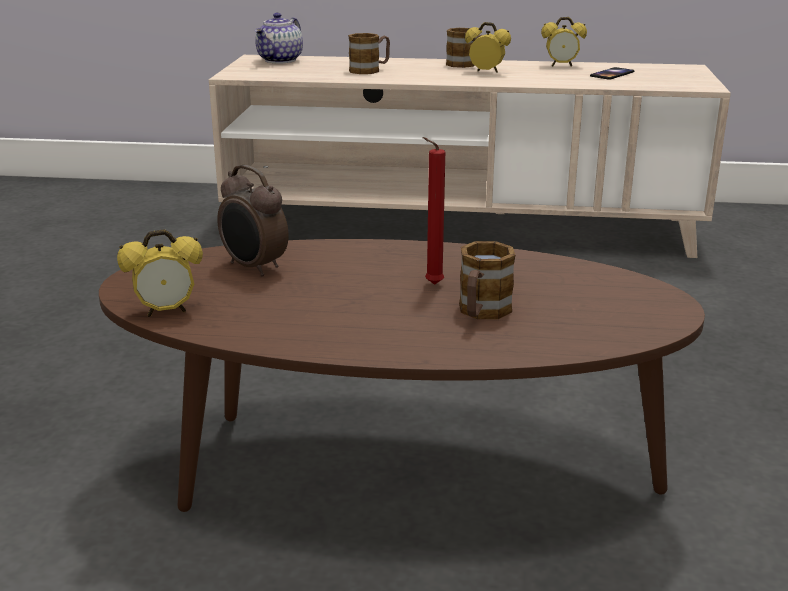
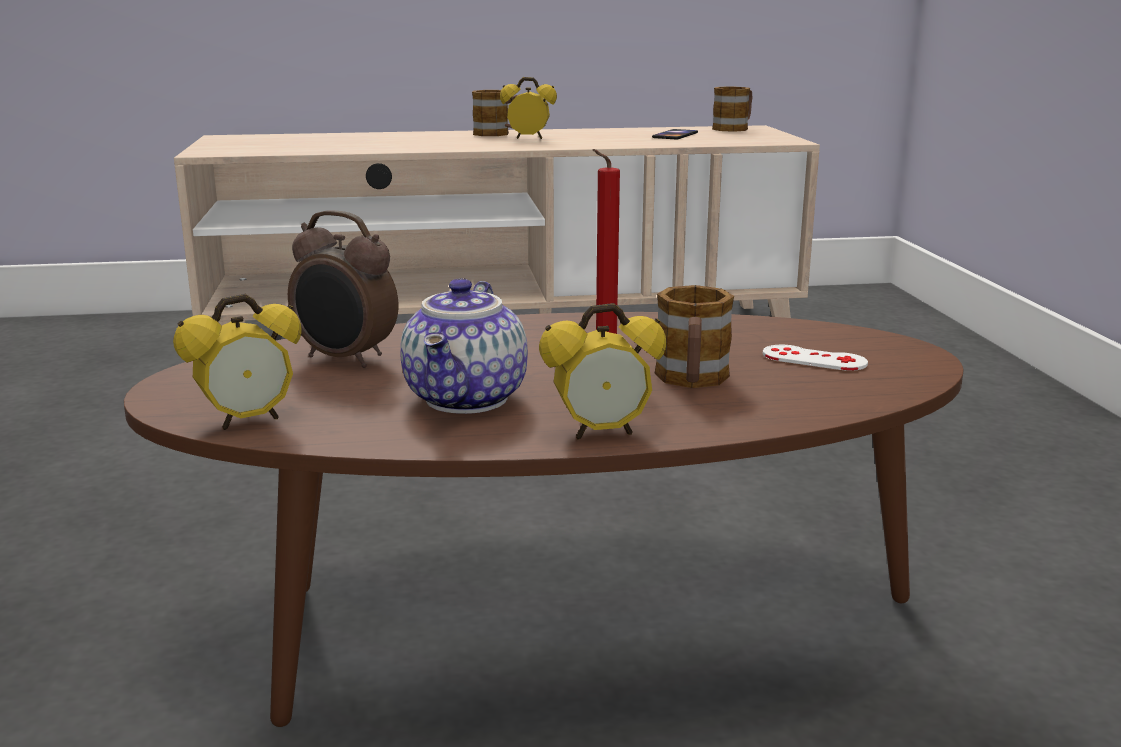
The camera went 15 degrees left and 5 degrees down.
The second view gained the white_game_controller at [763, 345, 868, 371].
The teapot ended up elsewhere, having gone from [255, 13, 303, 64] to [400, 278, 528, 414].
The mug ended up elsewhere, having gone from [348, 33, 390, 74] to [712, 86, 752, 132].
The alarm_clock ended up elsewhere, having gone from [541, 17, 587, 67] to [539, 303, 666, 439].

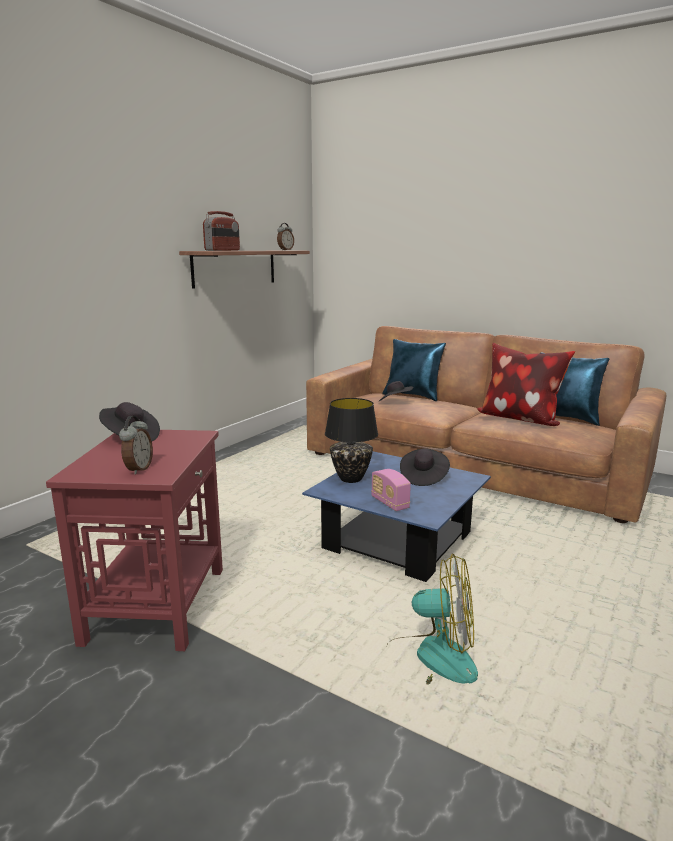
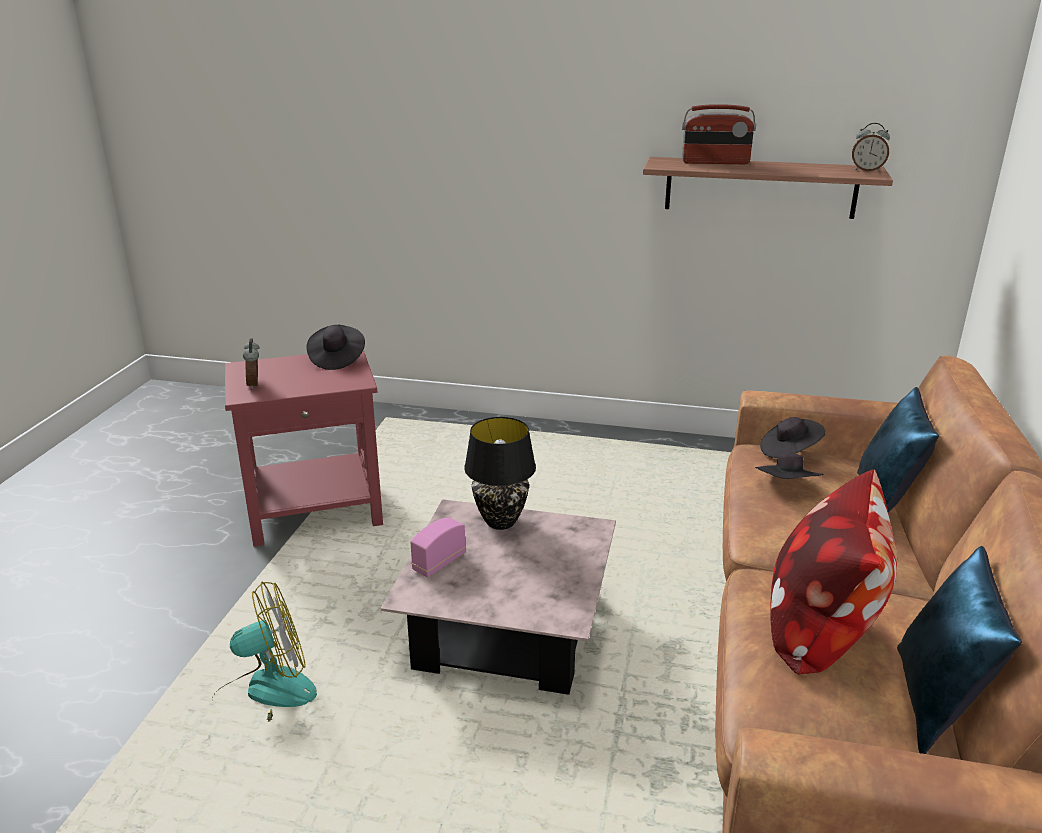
The camera went 70 degrees right and 10 degrees up.
The black_hat ended up elsewhere, having gone from [400, 449, 450, 486] to [760, 417, 825, 458].
What was the blue_coffee_table at [302, 451, 491, 582] turned into the pink_coffee_table at [381, 499, 616, 695].
The alarm_clock at [119, 416, 153, 475] ended up facing another way, 90 degrees clockwise from before.
The fan at [386, 554, 478, 685] ended up facing another way, 105 degrees counterclockwise from before.

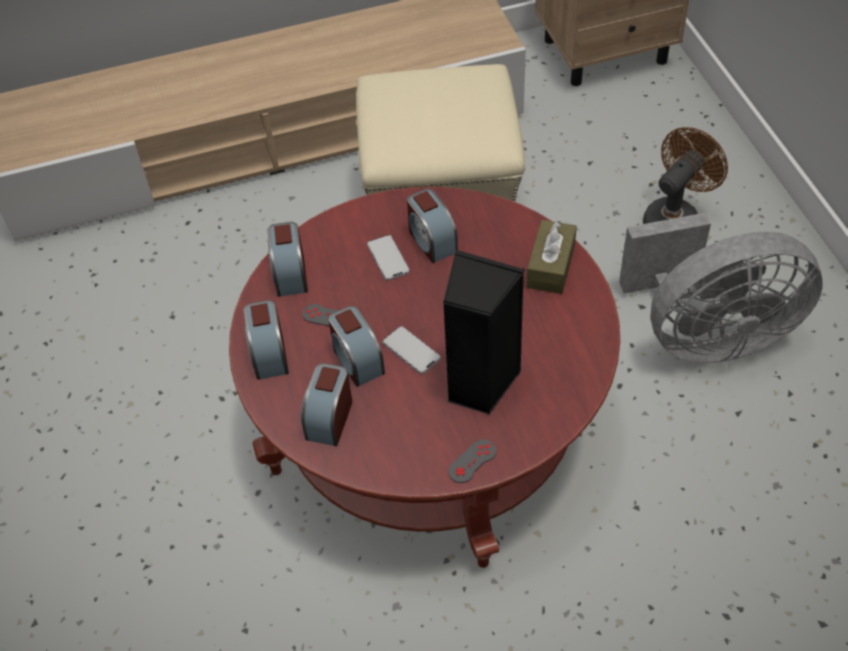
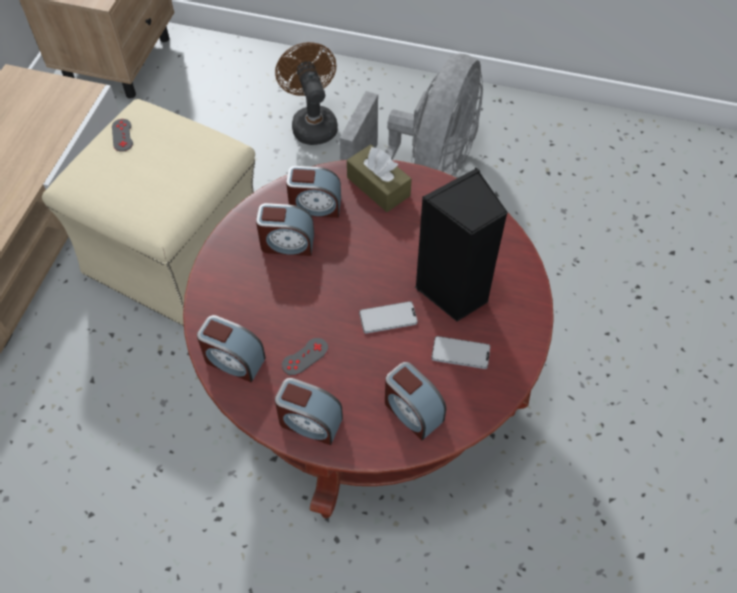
The camera went 60 degrees left and 5 degrees up.
The alarm_clock ended up elsewhere, having gone from [328, 306, 385, 387] to [286, 166, 341, 218].
The phone ended up elsewhere, having gone from [367, 235, 410, 281] to [431, 336, 490, 369].
The grey_game_controller ended up elsewhere, having gone from [448, 439, 496, 483] to [112, 119, 133, 152].

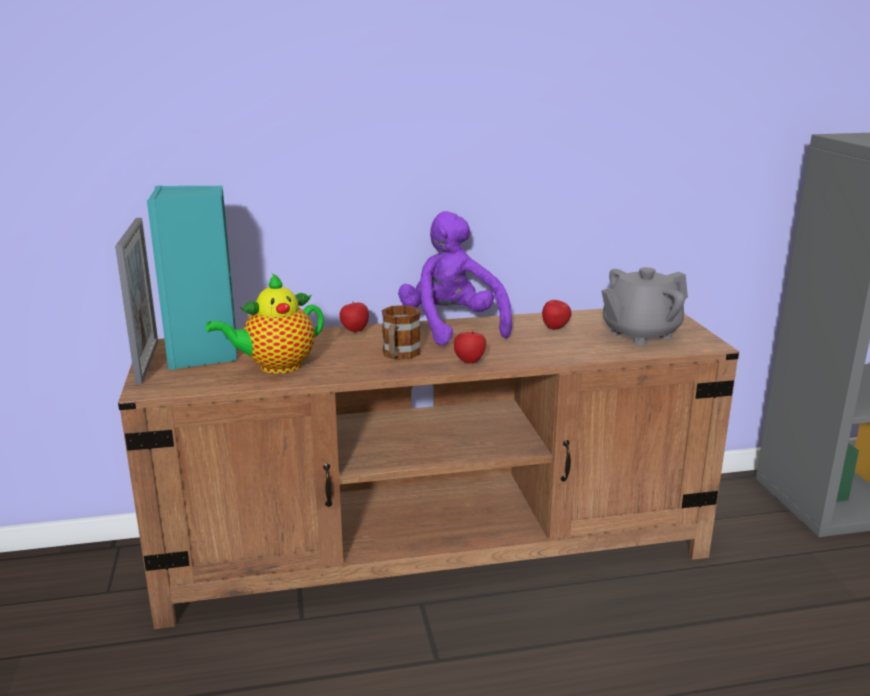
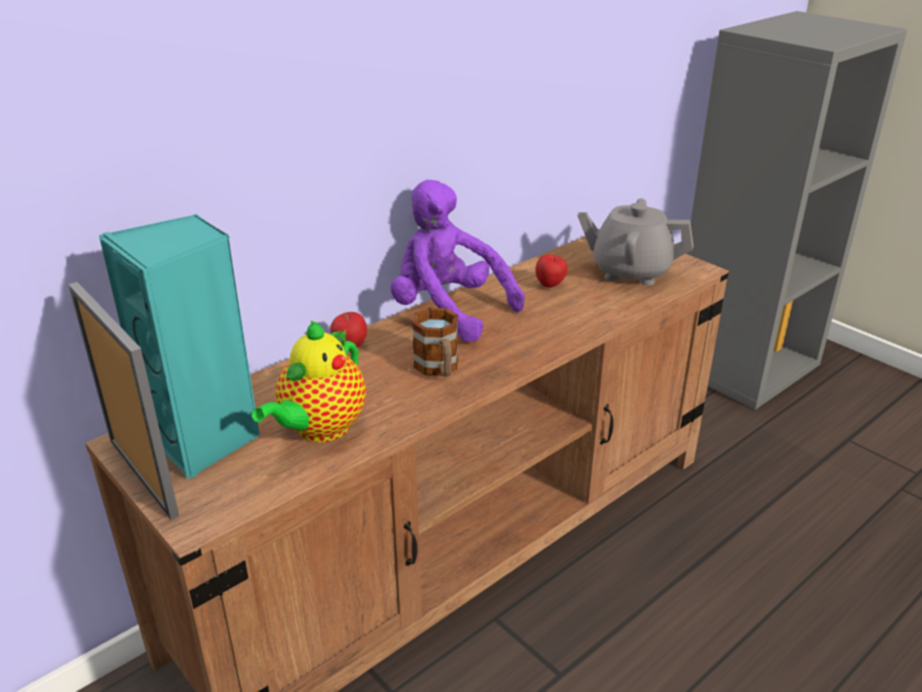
The camera went 30 degrees left and 10 degrees up.
The second view lost the apple at [454, 330, 486, 364].
The grey_teapot at [602, 267, 688, 345] ended up facing another way, 75 degrees clockwise from before.

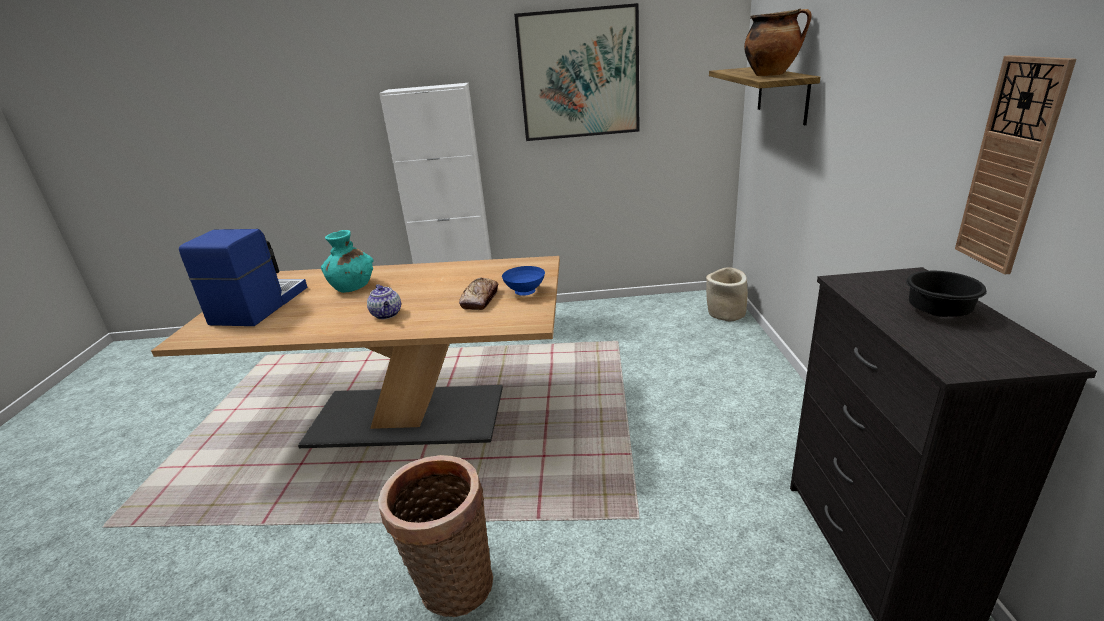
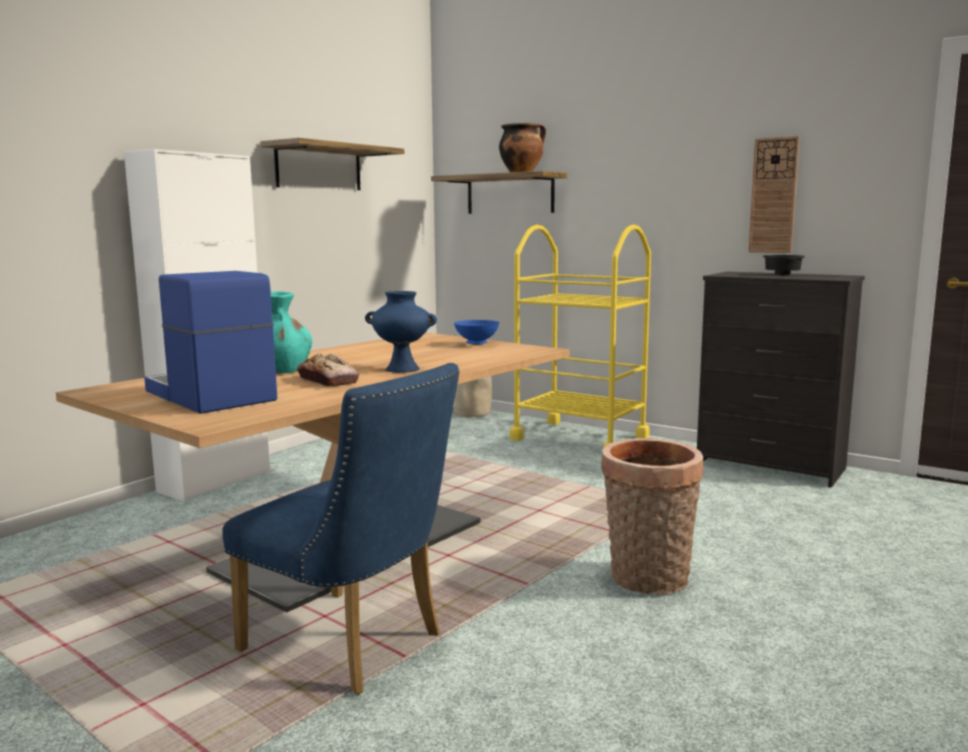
The camera went 55 degrees left and 15 degrees down.
The second view gained the blue_chair at [222, 363, 460, 695].
The second view gained the yellow_cart at [510, 224, 651, 448].
The bread ended up elsewhere, having gone from [459, 278, 498, 310] to [297, 353, 359, 387].
Where the teapot stood at [367, 284, 401, 319], the blue_vase came to stand at [365, 291, 437, 373].
Where the picture hung at [514, 3, 639, 141], the shelf came to hang at [261, 138, 404, 190].

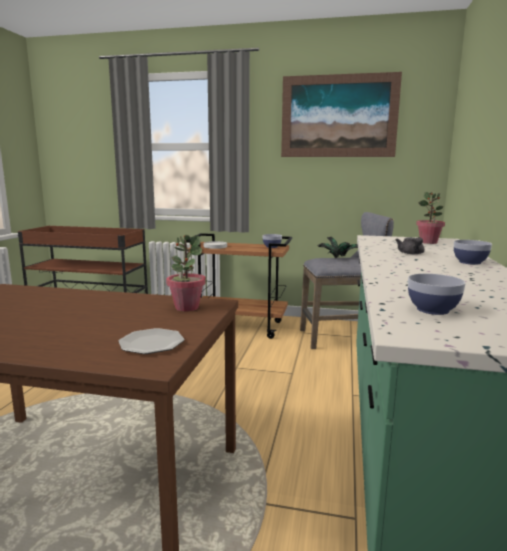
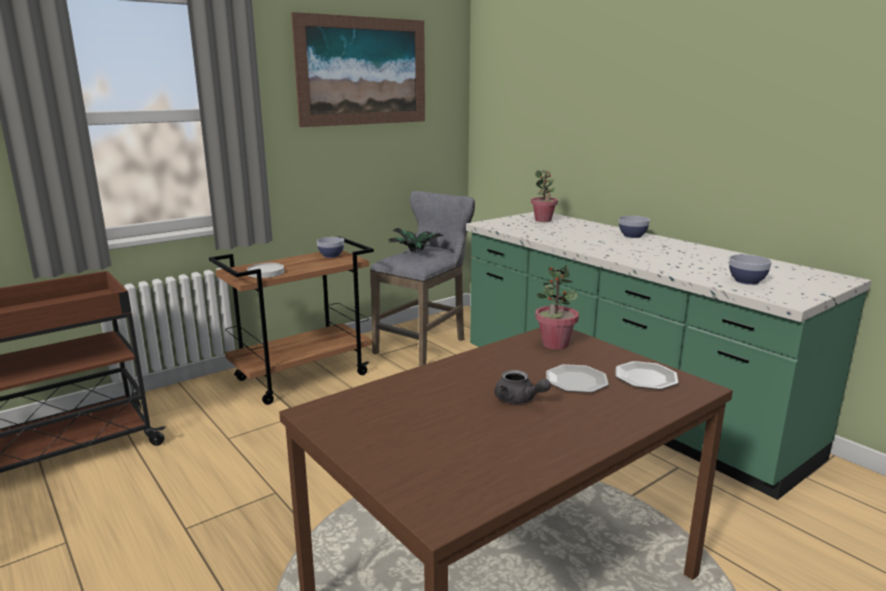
The camera went 50 degrees left and 5 degrees up.
The second view gained the plate at [546, 364, 609, 393].
The grey_teapot ended up elsewhere, having gone from [396, 237, 424, 254] to [495, 370, 551, 404].

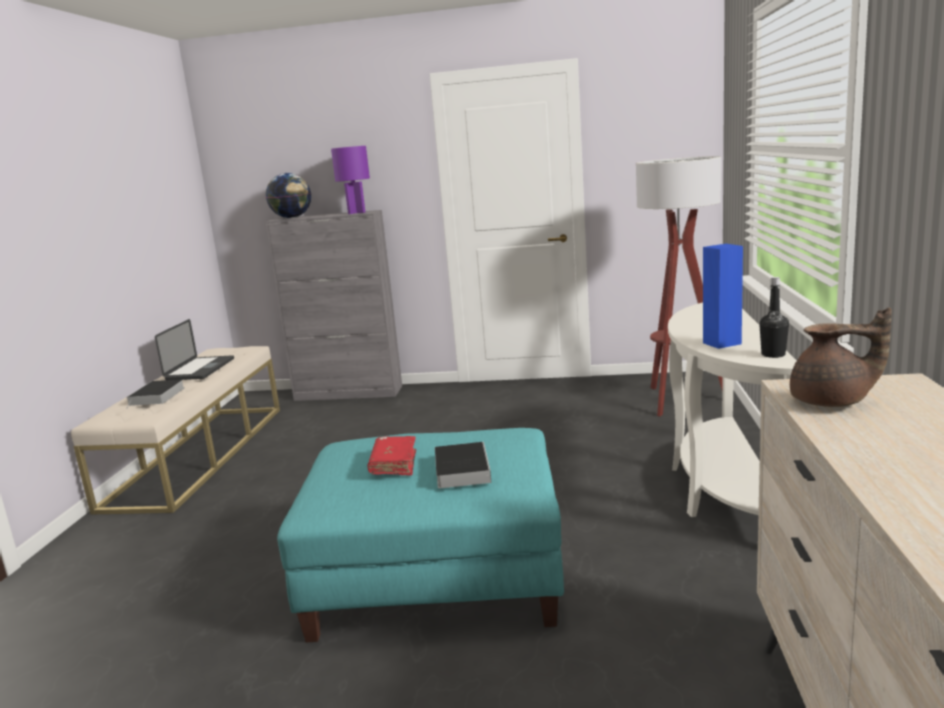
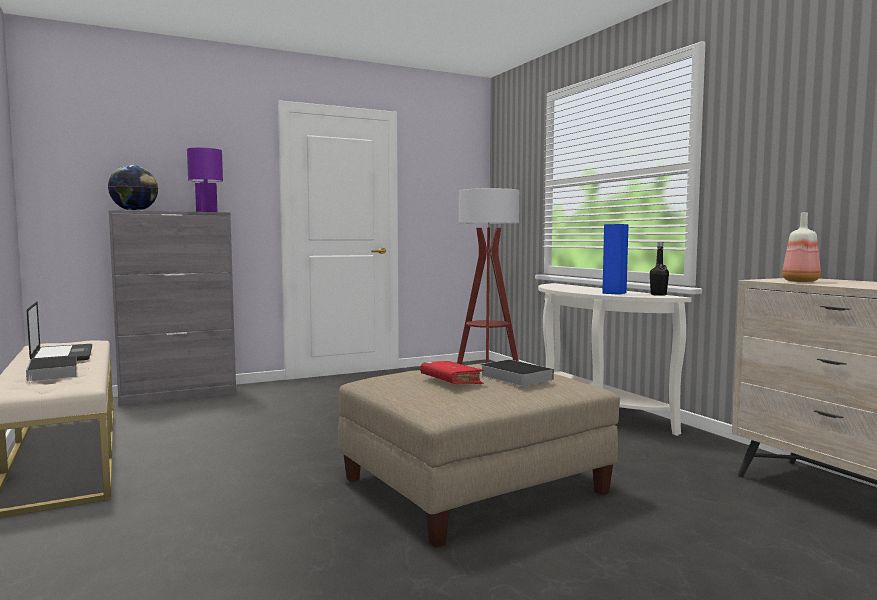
The camera went 35 degrees left and 10 degrees down.
Where the brown_teapot stood at [790, 308, 892, 407], the bottle came to stand at [782, 212, 821, 282].
What was the turquoise_ottoman at [277, 428, 564, 643] turned into the beige_ottoman at [338, 362, 620, 548].

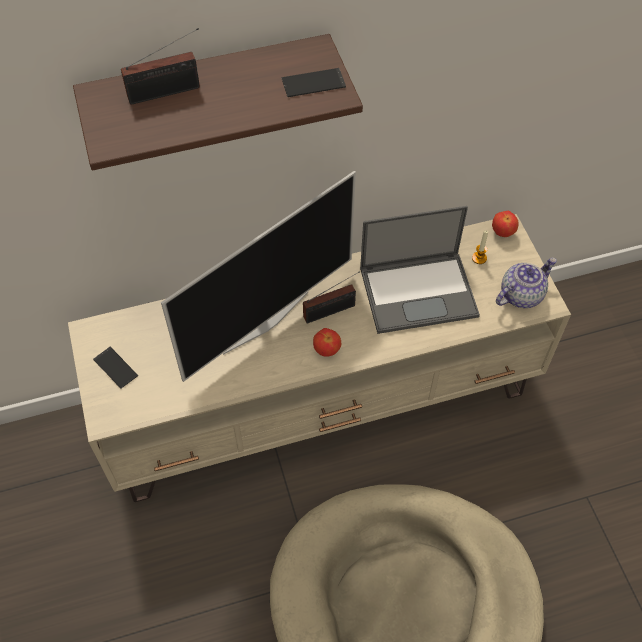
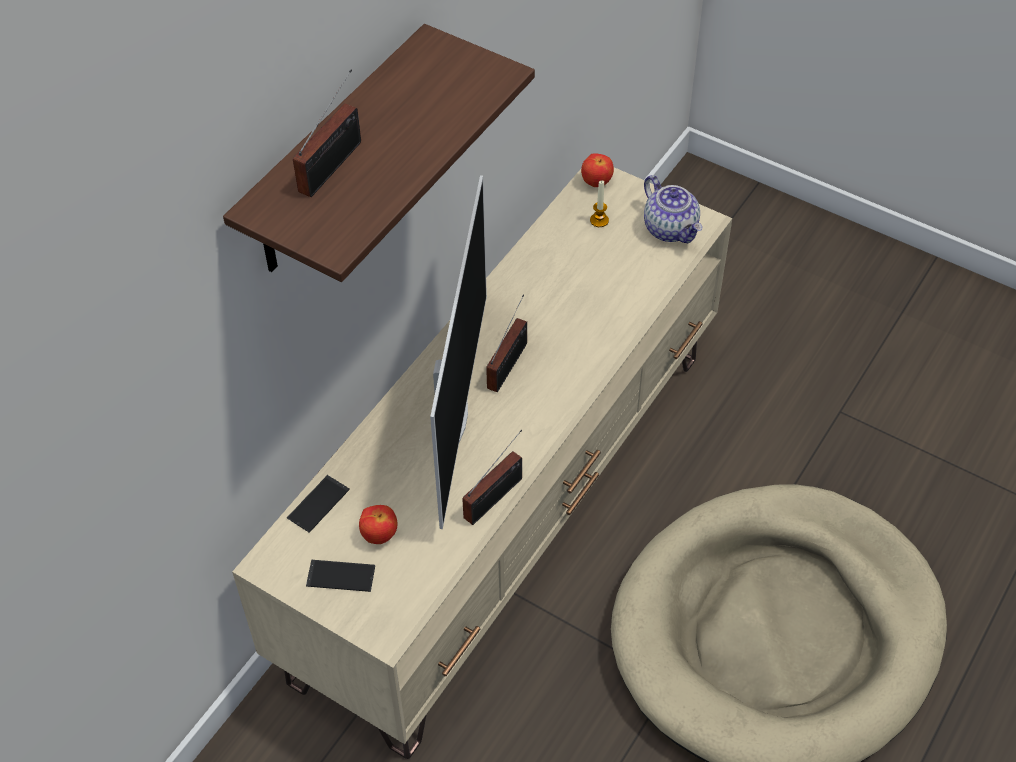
The camera went 40 degrees left and 5 degrees down.
The second view lost the laptop at [360, 206, 480, 334].
The second view gained the radio at [462, 430, 522, 525].
The phone ended up elsewhere, having gone from [281, 68, 346, 97] to [287, 475, 350, 533].
The apple ended up elsewhere, having gone from [313, 328, 341, 357] to [359, 505, 398, 544].
The teapot at [496, 258, 557, 308] ended up facing another way, 135 degrees clockwise from before.

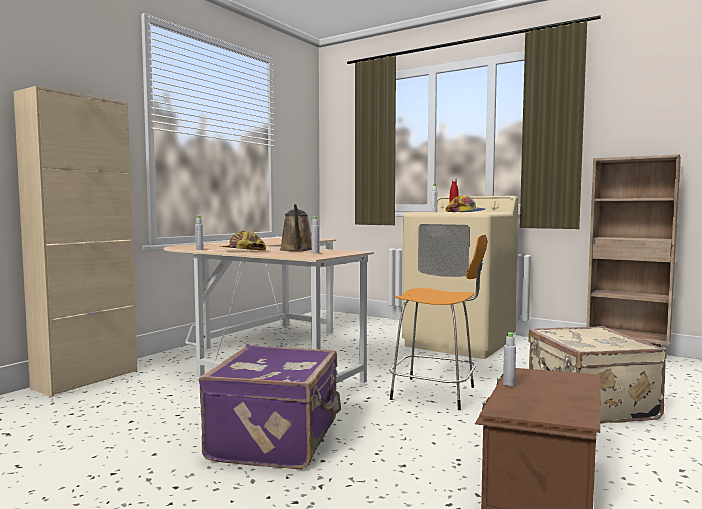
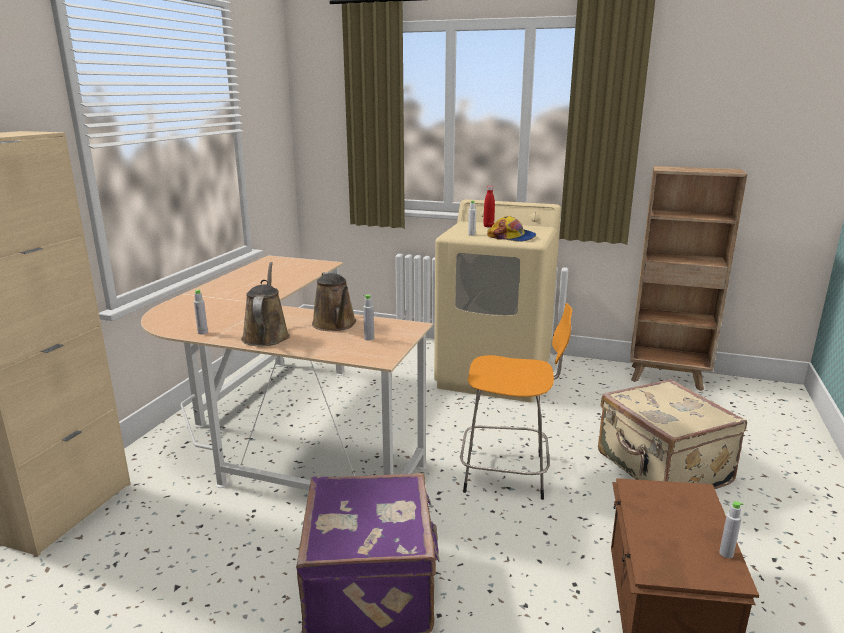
The camera went 15 degrees left and 15 degrees up.
The grey_bottle ended up elsewhere, having gone from [503, 332, 516, 386] to [719, 501, 743, 558].
Where the cap stood at [219, 231, 266, 250], the brown_watering_can came to stand at [241, 262, 290, 346].

